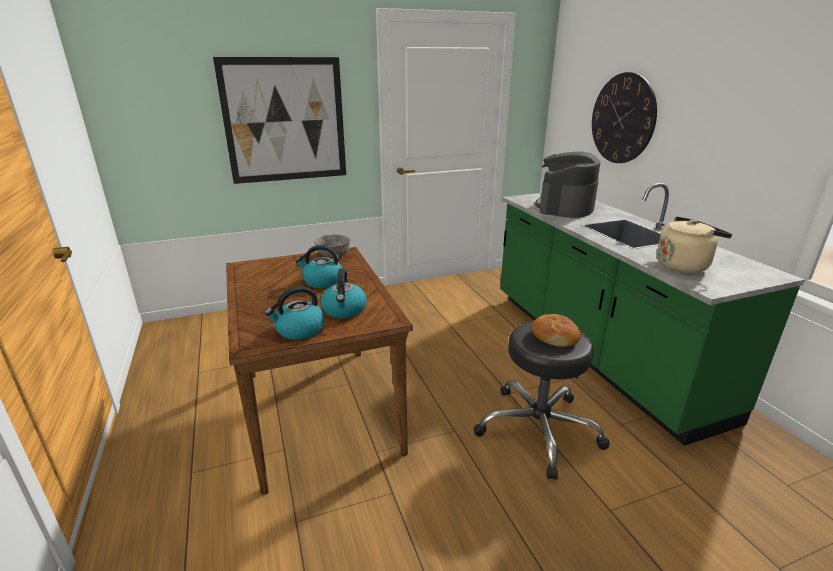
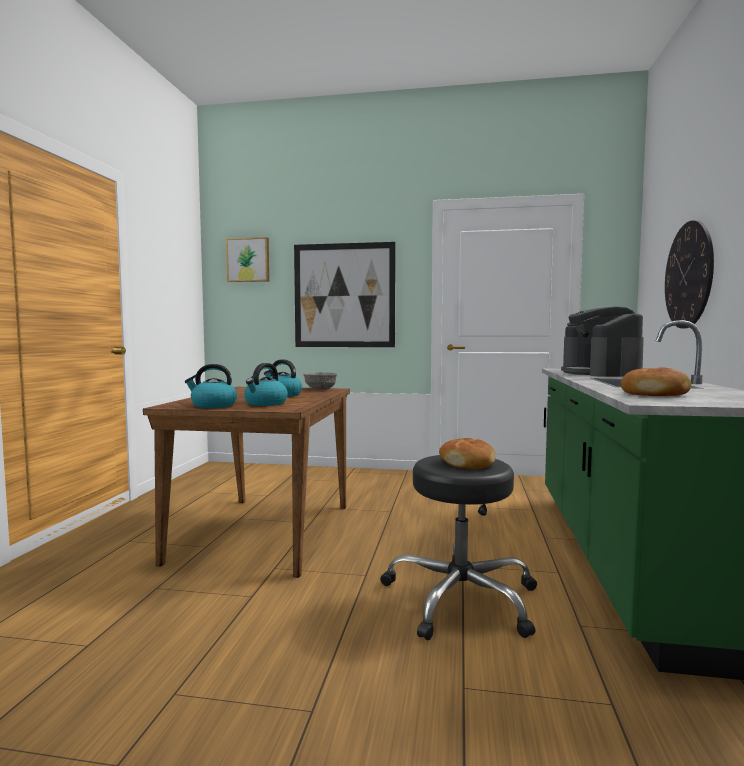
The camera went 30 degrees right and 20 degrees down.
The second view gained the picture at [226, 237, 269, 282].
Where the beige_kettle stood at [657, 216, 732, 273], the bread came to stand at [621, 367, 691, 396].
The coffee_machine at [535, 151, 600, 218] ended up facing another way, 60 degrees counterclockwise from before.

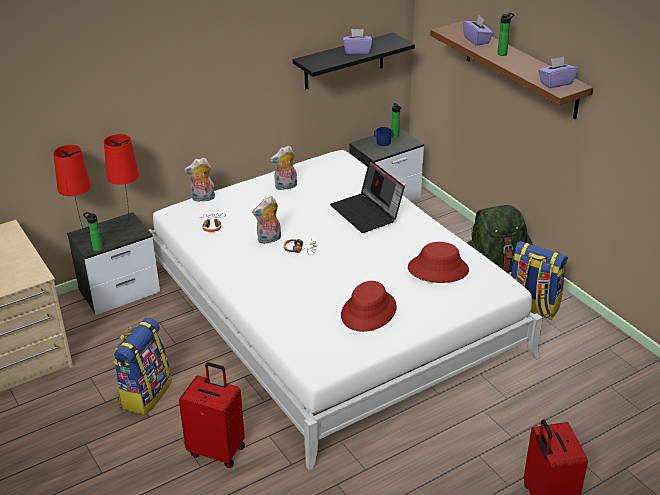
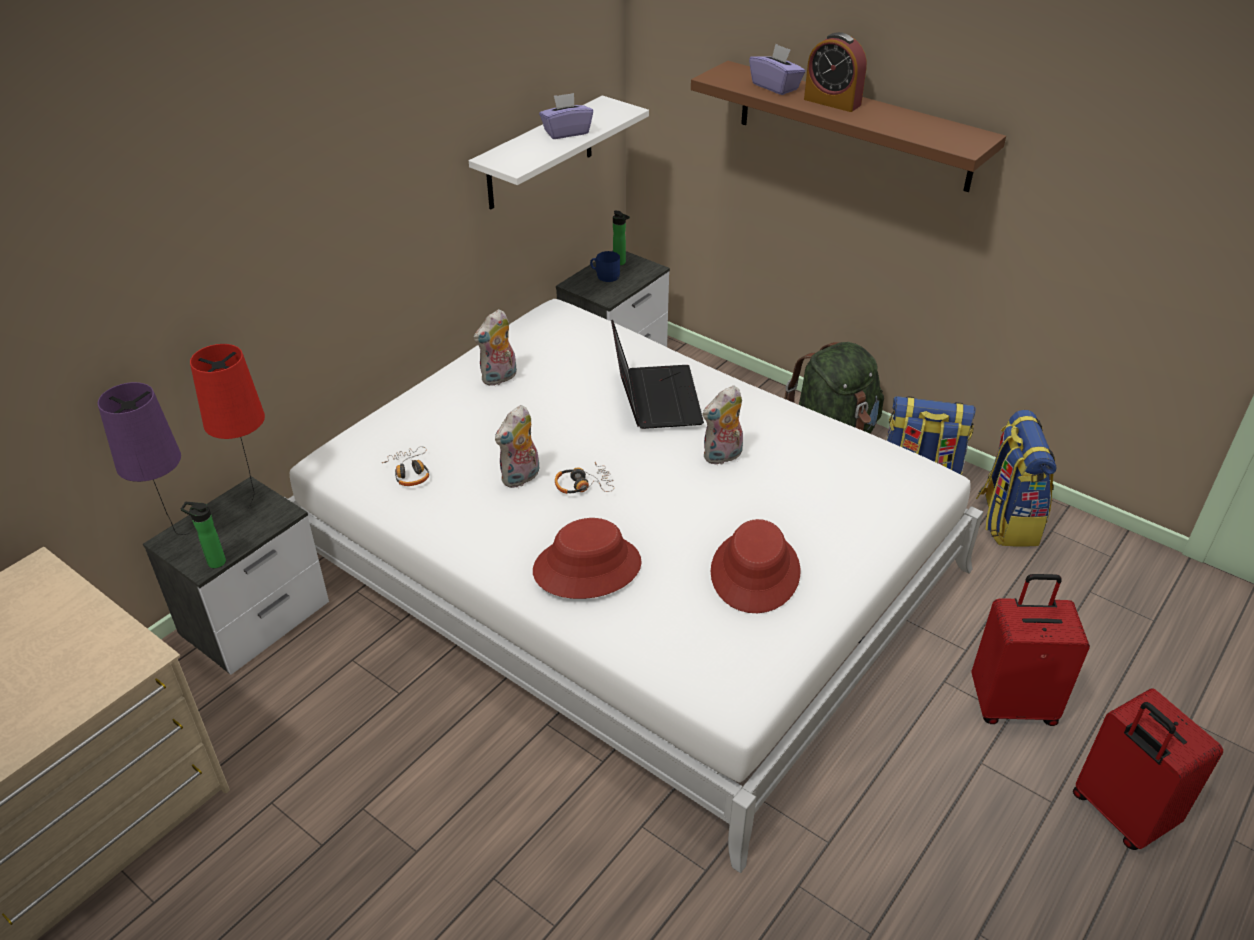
The camera went 20 degrees left and 5 degrees up.
The second view lost the purple_tissue_box at [538, 57, 578, 88].
The backpack ended up elsewhere, having gone from [113, 318, 171, 415] to [976, 410, 1057, 546].
The red_suitcase ended up elsewhere, having gone from [179, 362, 245, 468] to [971, 574, 1090, 726].
The plush_toy ended up elsewhere, having gone from [184, 157, 215, 202] to [703, 385, 743, 465].
The red_hat ended up elsewhere, having gone from [408, 242, 469, 283] to [533, 518, 642, 599].
Where the bottle stood at [497, 13, 515, 56], the alarm_clock came to stand at [804, 32, 867, 112].
What was the red_table_lamp at [53, 145, 91, 233] turned into the purple_table_lamp at [98, 382, 190, 535].
What was the black_shelf at [293, 32, 415, 90] turned into the white_shelf at [469, 96, 649, 209].
The laptop at [330, 160, 405, 233] ended up facing another way, 135 degrees counterclockwise from before.

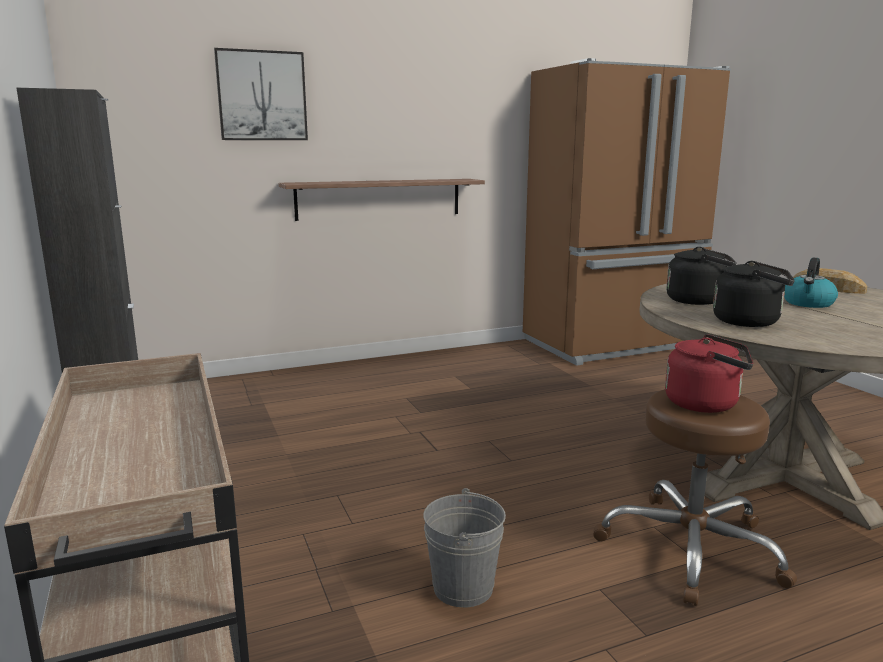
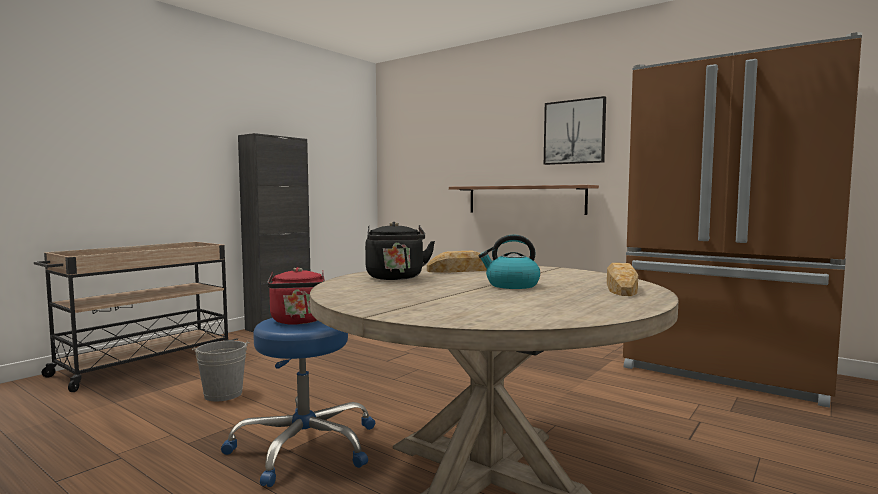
The camera went 60 degrees right and 10 degrees down.
The picture ended up elsewhere, having gone from [214, 48, 308, 140] to [544, 96, 606, 165].
Where the black_kettle stood at [666, 247, 737, 305], the bread came to stand at [427, 251, 487, 273].
What was the brown_stool at [593, 389, 797, 606] turned into the blue_stool at [221, 318, 375, 487].

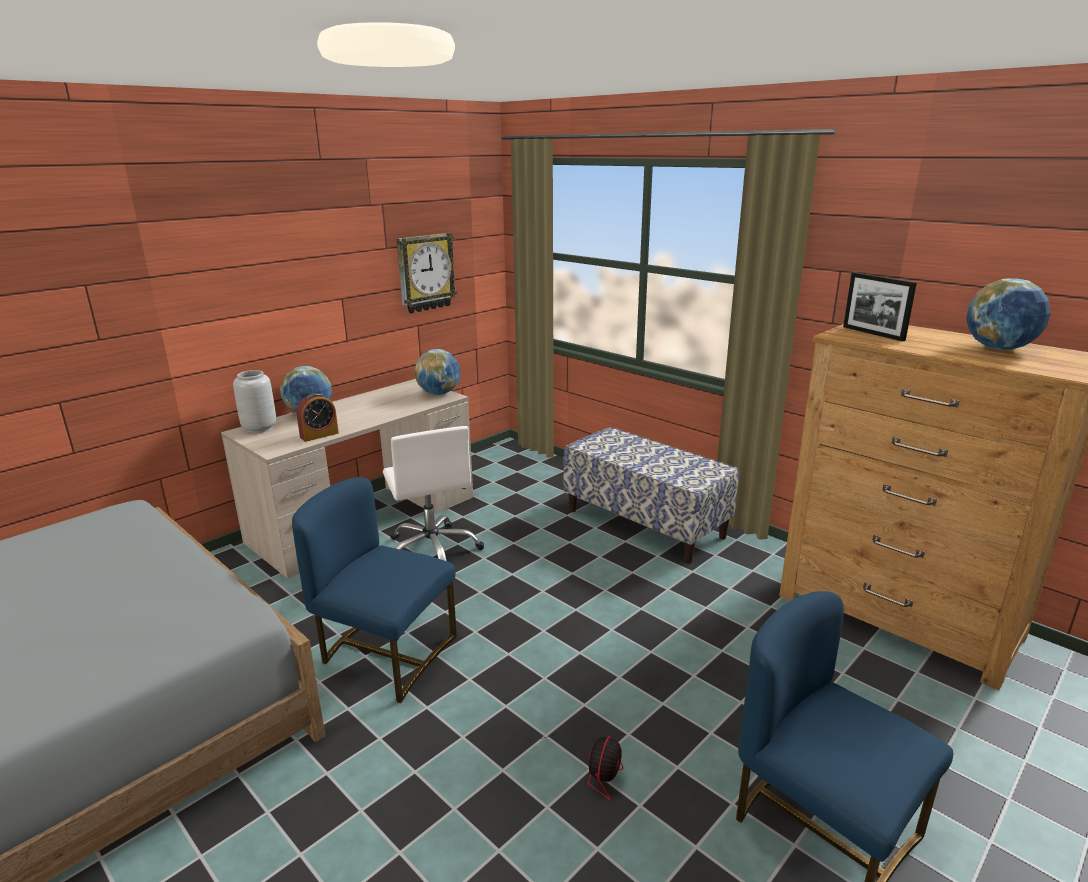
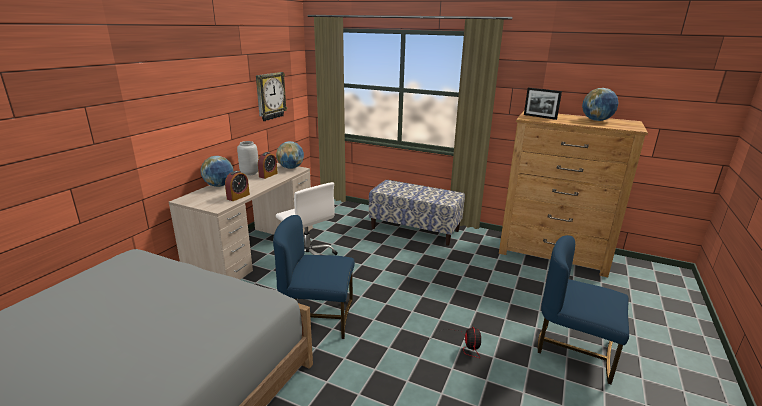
The camera went 20 degrees left and 0 degrees up.
The second view gained the alarm_clock at [258, 152, 278, 179].
The grey_vase ended up elsewhere, having gone from [233, 370, 276, 433] to [237, 141, 258, 176].

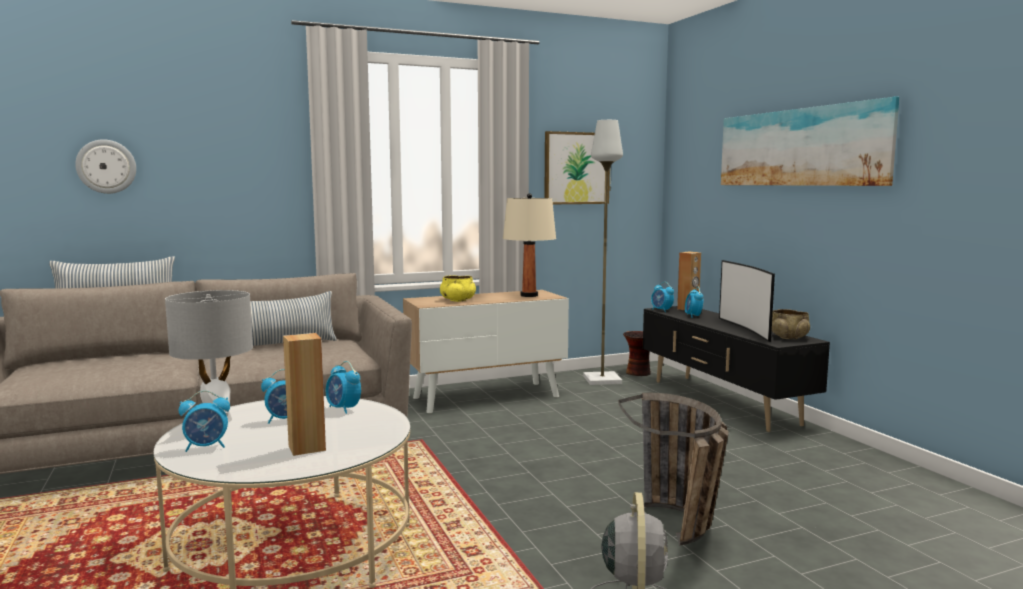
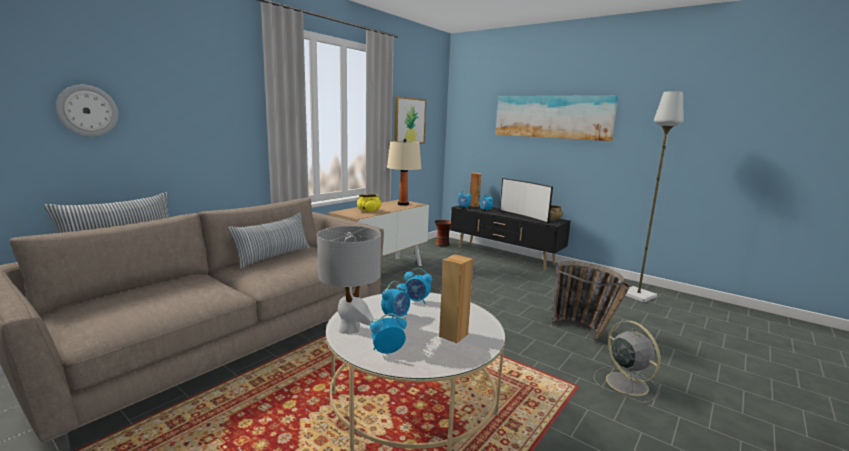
The camera went 30 degrees left and 5 degrees up.
The grey_floor_lamp ended up elsewhere, having gone from [583, 120, 623, 385] to [625, 91, 684, 302].
The alarm_clock at [179, 391, 230, 452] ended up facing another way, 150 degrees counterclockwise from before.

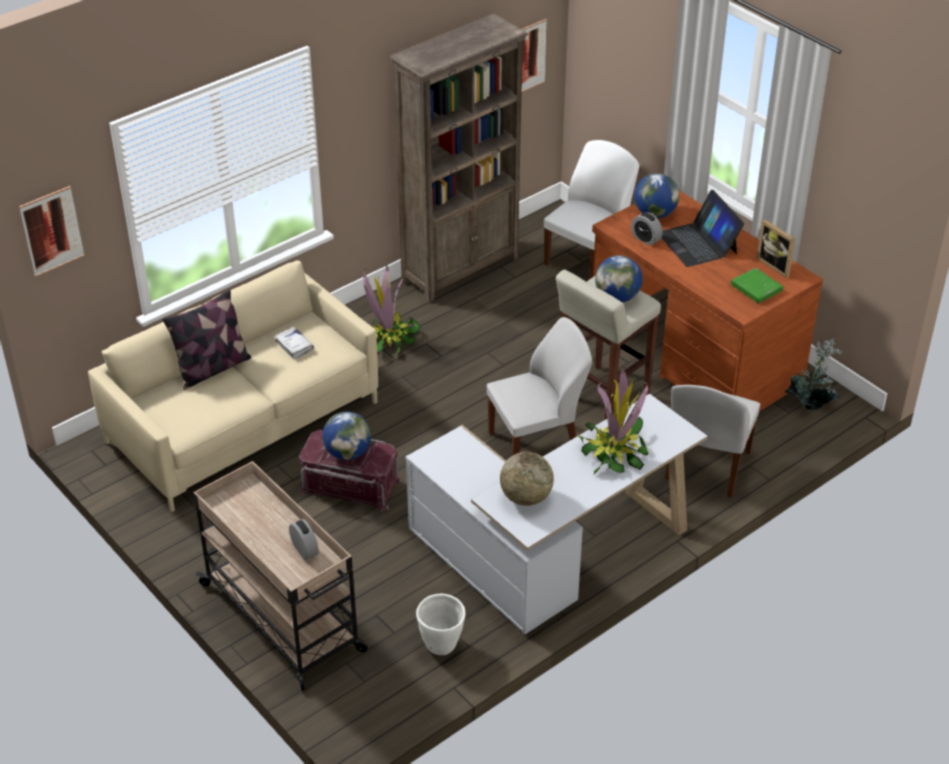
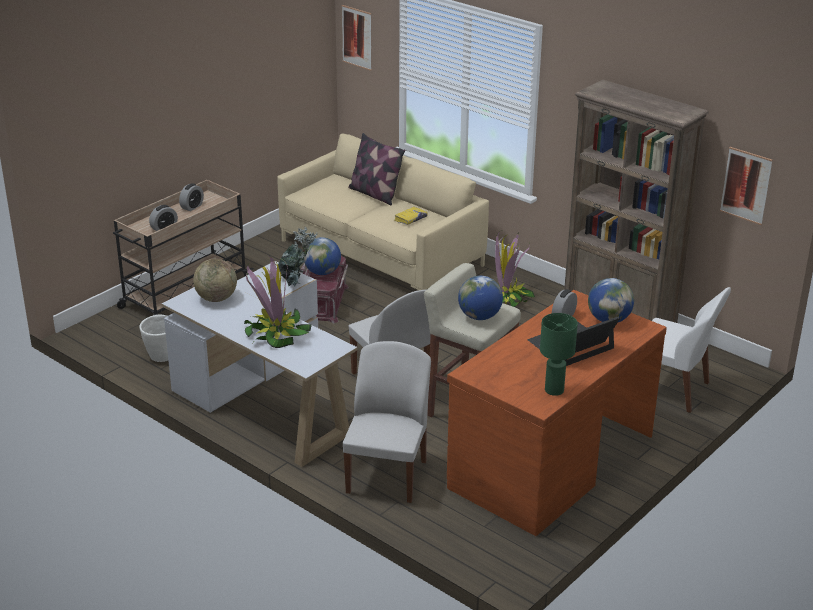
The camera went 80 degrees right and 10 degrees down.
The second view lost the green_book at [731, 268, 783, 303].
The second view gained the alarm_clock at [179, 183, 204, 211].
The potted_plant ended up elsewhere, having gone from [785, 338, 843, 411] to [278, 227, 317, 286].
Where the picture_frame stood at [757, 220, 795, 278], the green_table_lamp came to stand at [540, 313, 578, 396].
What was the white_book at [275, 327, 314, 359] turned into the yellow_book at [394, 207, 428, 225].
The white_chair at [665, 385, 760, 497] ended up facing another way, 90 degrees clockwise from before.

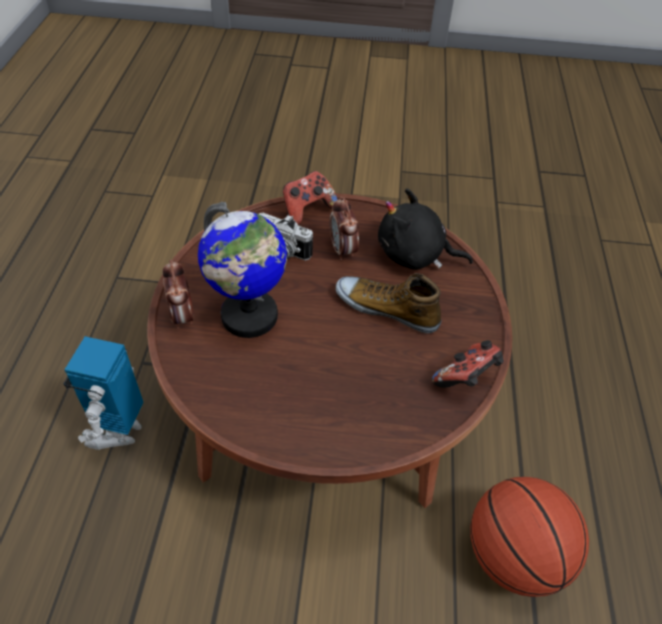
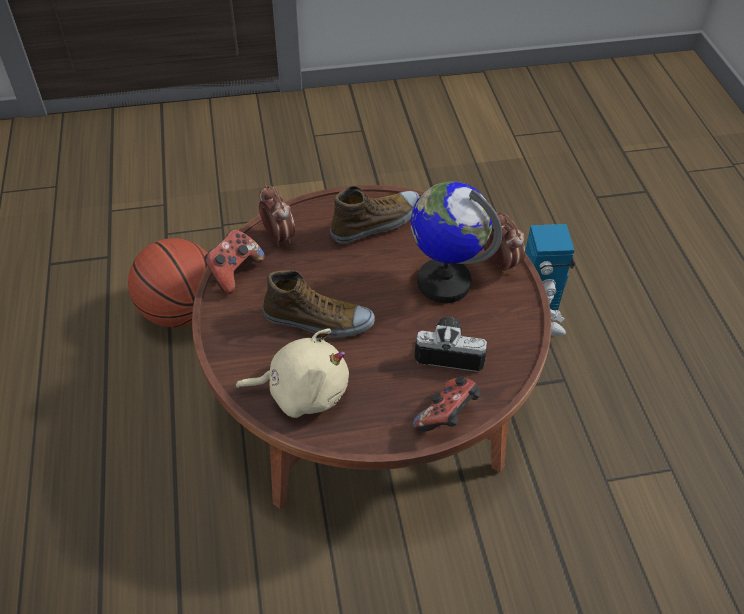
The camera went 165 degrees right and 0 degrees up.
The second view gained the shoe at [330, 186, 420, 244].
The alarm_clock ended up elsewhere, having gone from [330, 196, 359, 260] to [259, 184, 295, 247].
What was the black_plush_toy at [378, 188, 473, 270] turned into the beige_plush_toy at [236, 328, 349, 418].

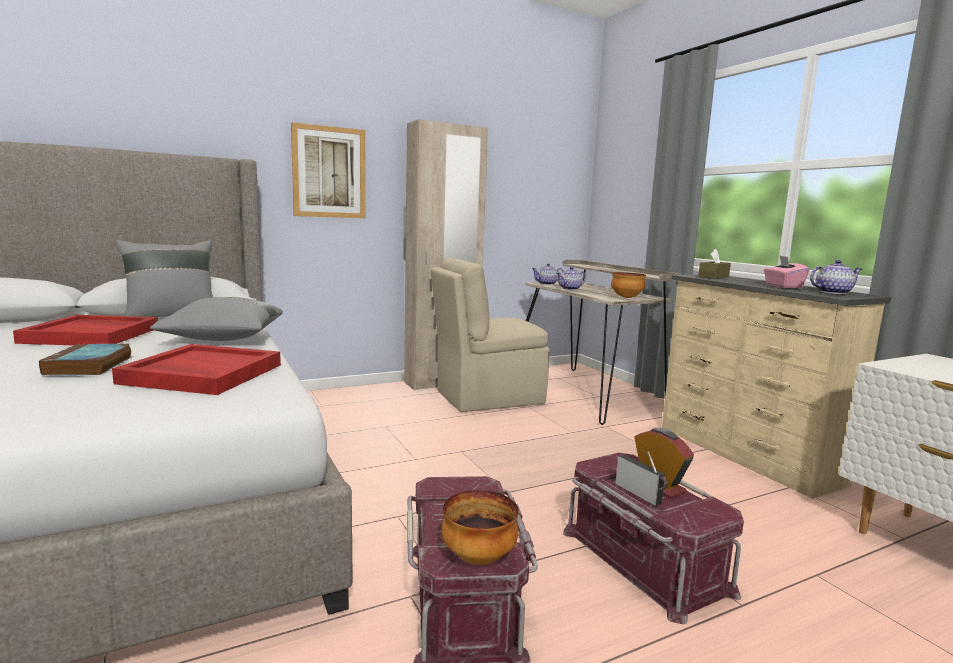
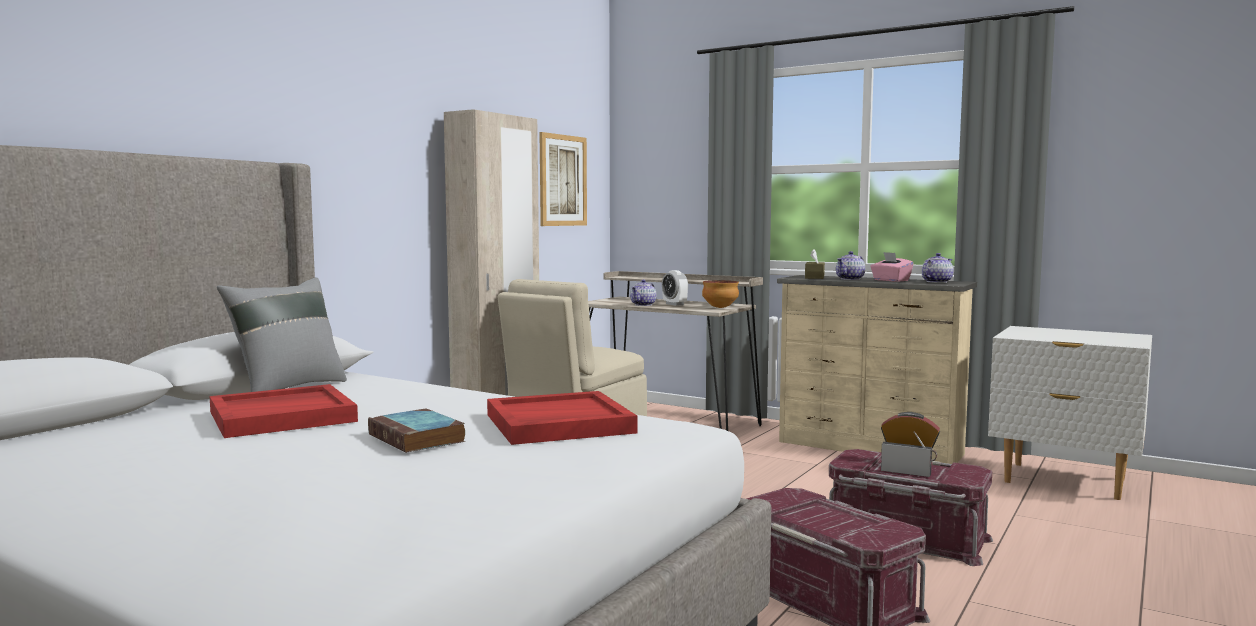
The camera went 30 degrees left and 5 degrees down.
The second view lost the grey_pillow at [150, 297, 283, 341].
The second view lost the bowl at [442, 490, 519, 565].
The second view gained the alarm_clock at [662, 270, 688, 306].
The picture ended up elsewhere, having gone from [291, 122, 366, 218] to [539, 132, 587, 226].
The teapot ended up elsewhere, having gone from [531, 263, 564, 285] to [836, 251, 865, 280].

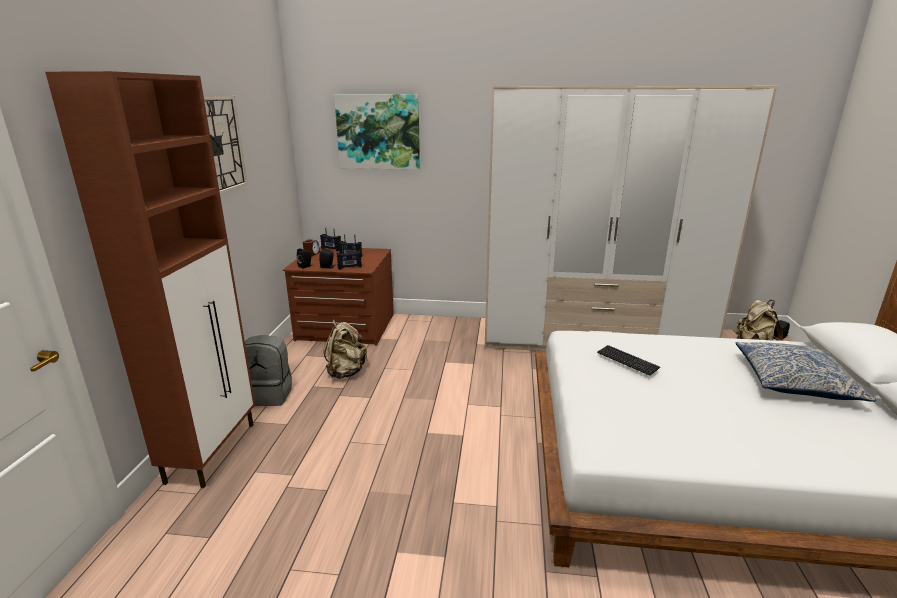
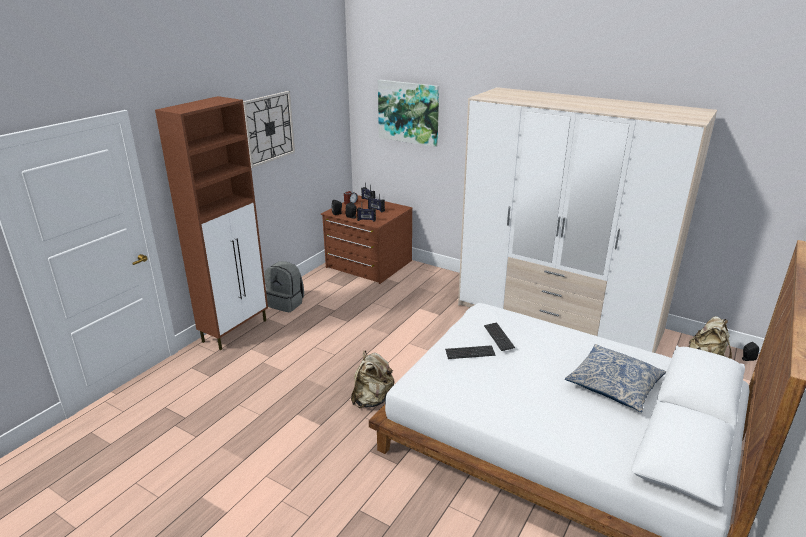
The camera went 25 degrees right and 5 degrees up.
The second view gained the keyboard at [445, 345, 495, 359].
The beige_backpack ended up elsewhere, having gone from [323, 319, 368, 379] to [351, 350, 394, 408].

